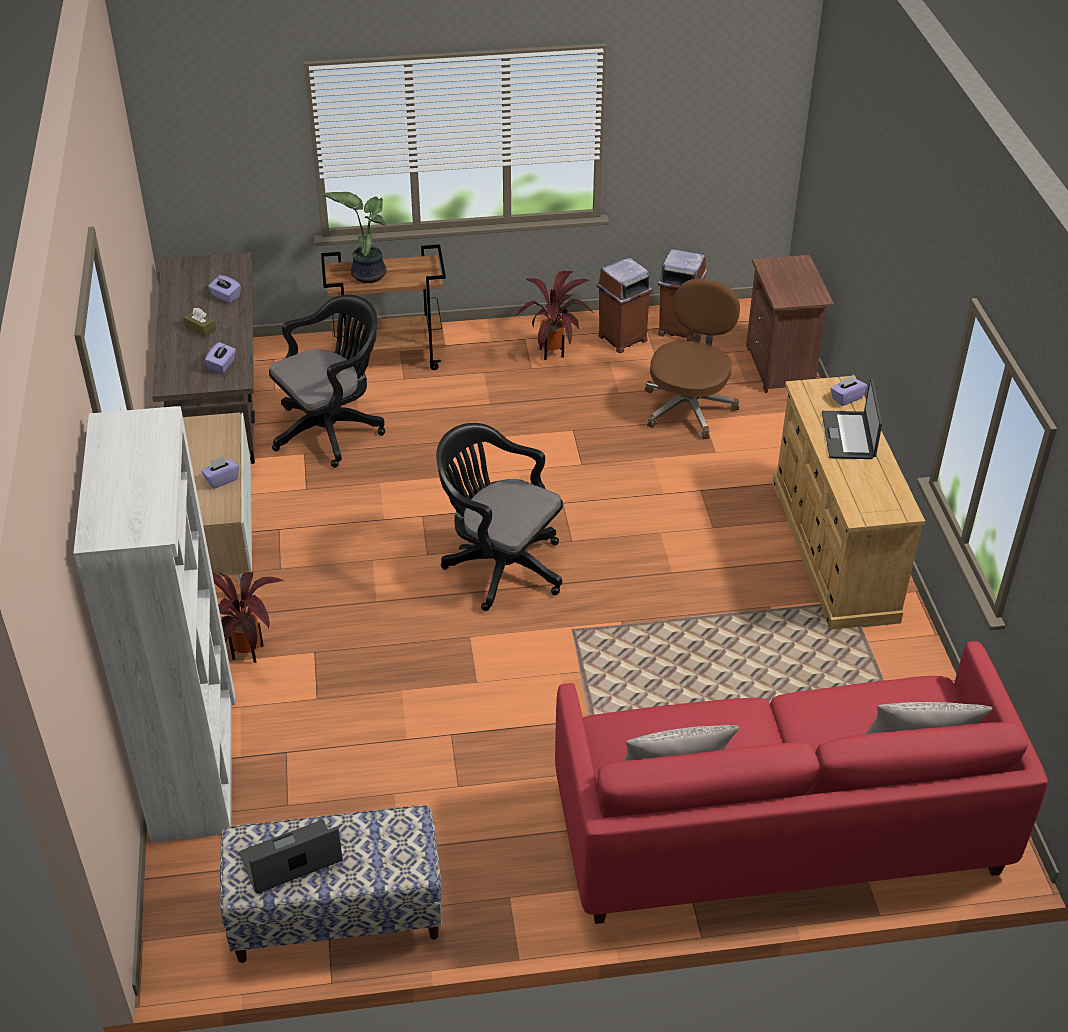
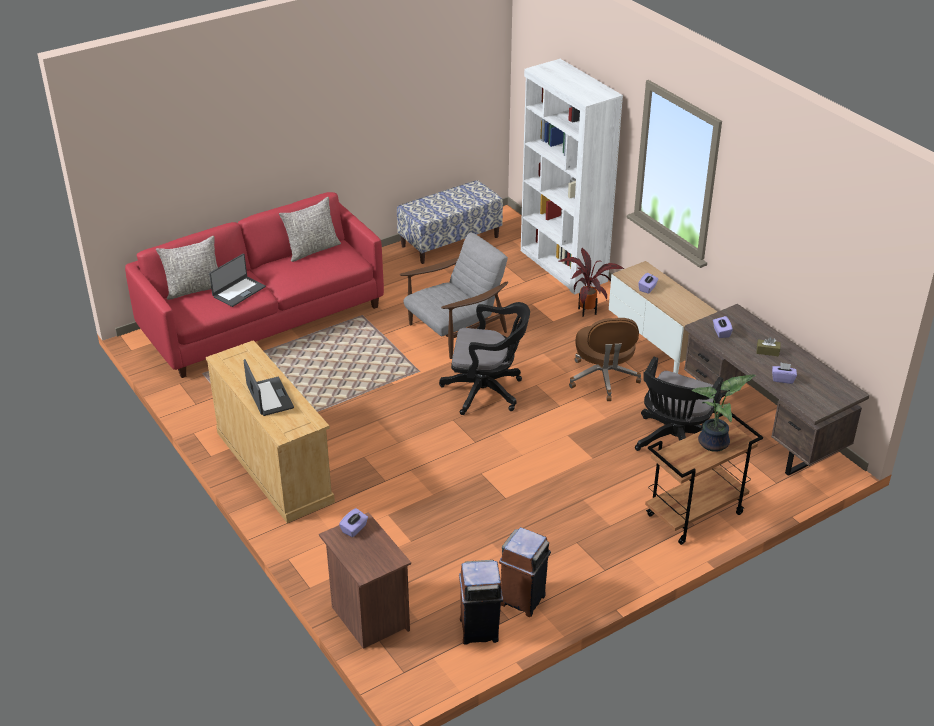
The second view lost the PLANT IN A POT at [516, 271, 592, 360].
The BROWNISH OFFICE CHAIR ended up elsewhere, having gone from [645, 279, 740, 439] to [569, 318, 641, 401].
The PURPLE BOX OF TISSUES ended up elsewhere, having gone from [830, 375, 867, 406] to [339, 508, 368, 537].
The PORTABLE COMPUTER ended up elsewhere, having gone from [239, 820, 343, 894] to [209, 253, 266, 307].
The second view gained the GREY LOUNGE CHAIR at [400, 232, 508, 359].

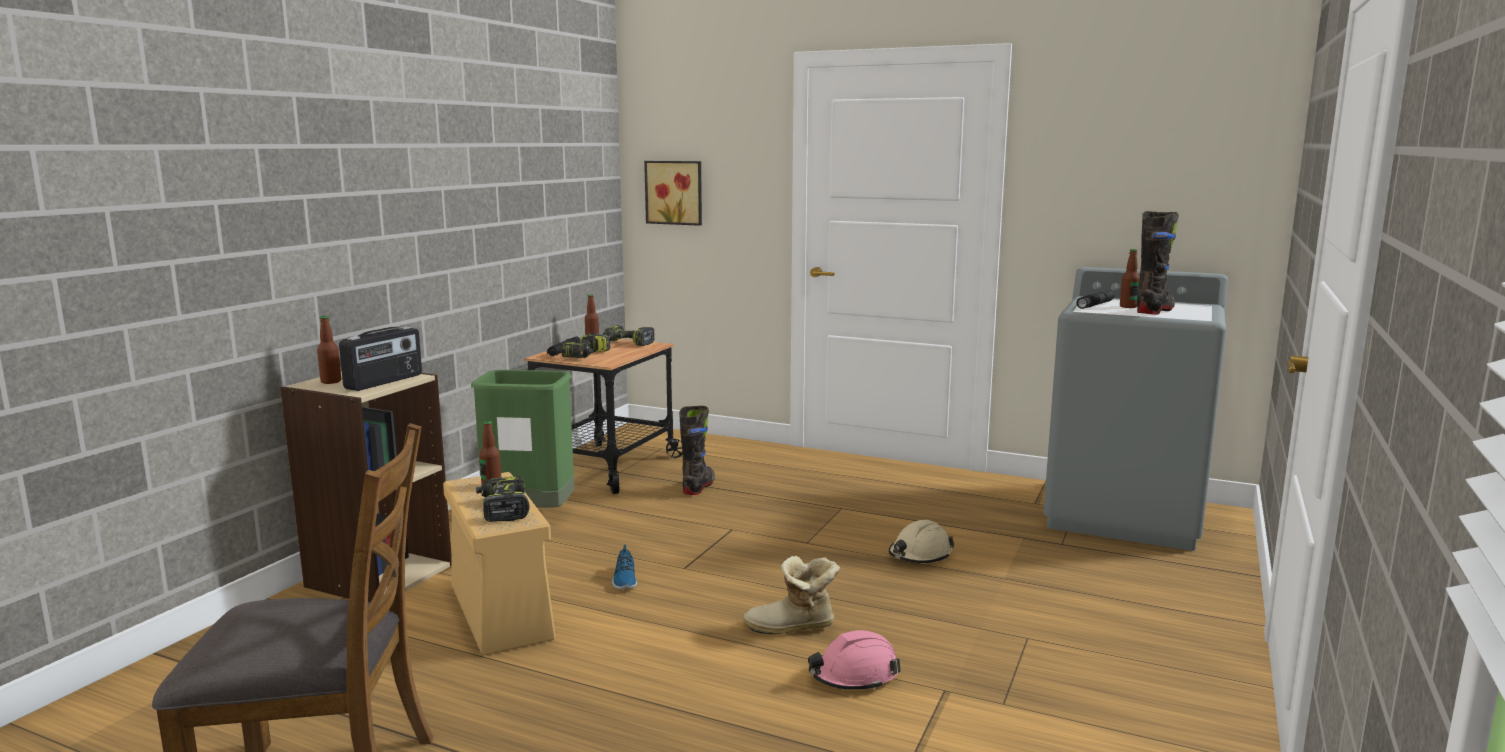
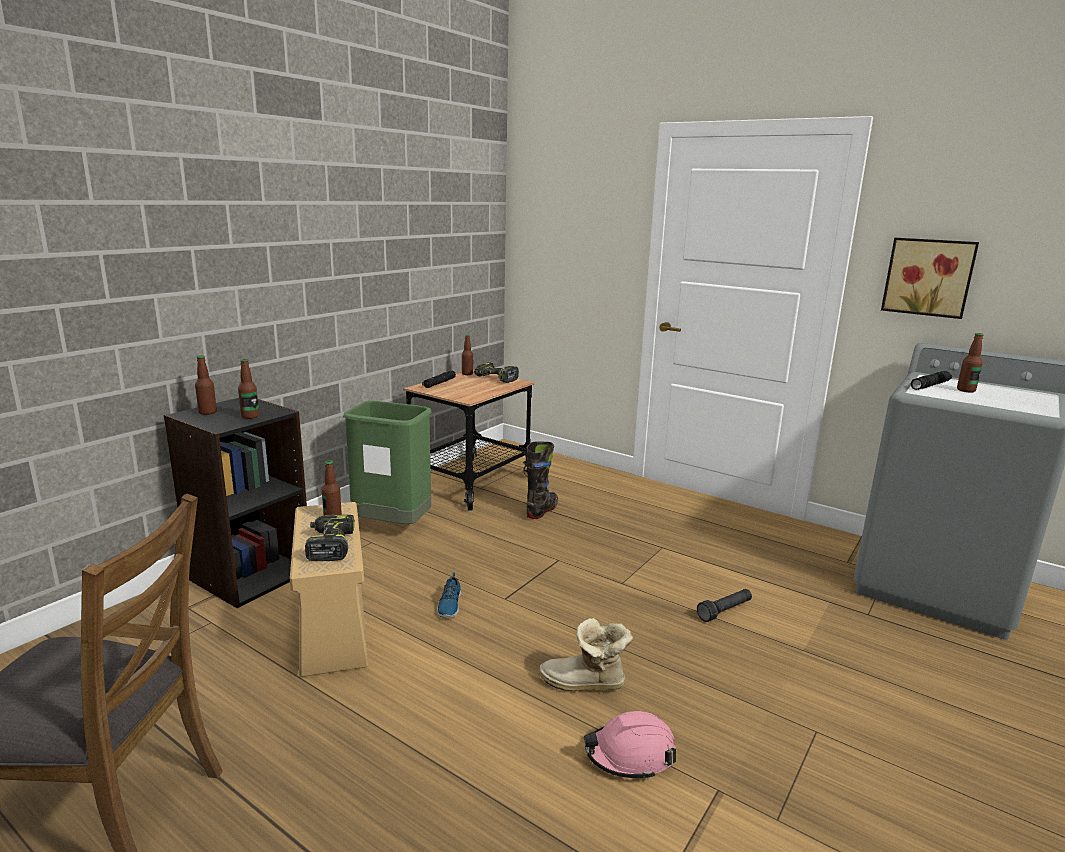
The WALL ART ended up elsewhere, having gone from [644, 161, 702, 226] to [881, 238, 979, 319].
The second view lost the BLACK-COLOURED TALL BOOT at [1137, 211, 1179, 315].
Where the RADIO SET stood at [339, 326, 422, 391], the DRINK BOTTLE came to stand at [238, 359, 259, 419].
The second view lost the DRILL at [560, 333, 610, 358].
What was the SAND-COLOURED BOOKCASE at [280, 371, 452, 602] turned into the BLACK-COLOURED BOOKCASE at [164, 398, 307, 608].
Where the SAND-COLOURED HARD HAT stood at [888, 520, 954, 563], the BLACK-COLOURED HAND TORCH came to stand at [697, 589, 752, 622].

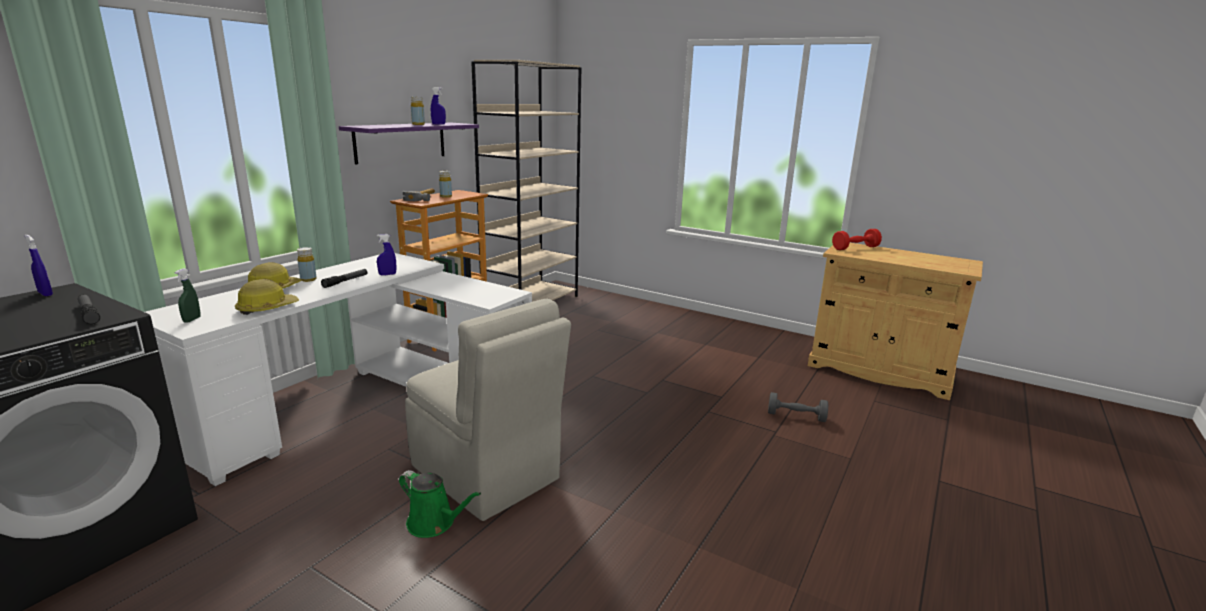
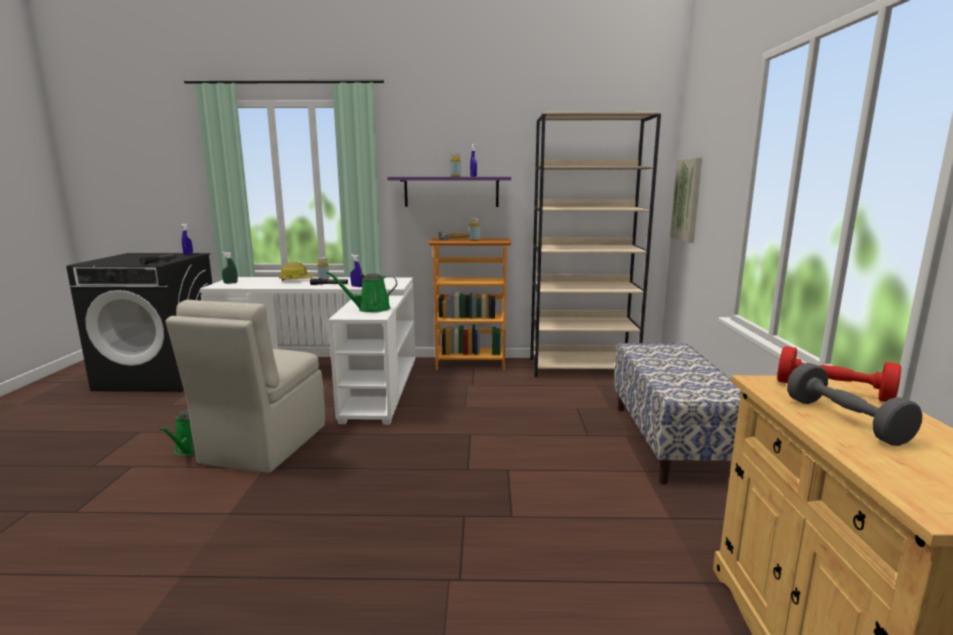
The second view lost the HARD HAT at [235, 279, 299, 315].
The GREY FREE WEIGHT ended up elsewhere, having gone from [768, 392, 828, 422] to [787, 363, 922, 446].
The second view gained the WALL ART at [670, 158, 702, 243].
The second view gained the GREENISH SPRINKLING CAN at [326, 272, 397, 312].
The second view gained the INDOOR BENCH at [614, 343, 741, 484].

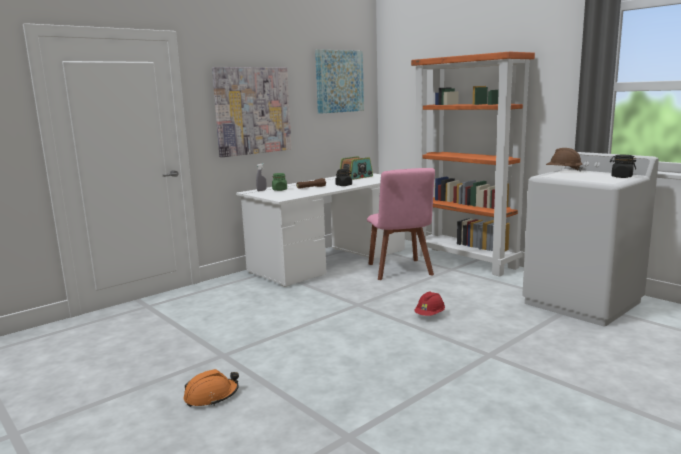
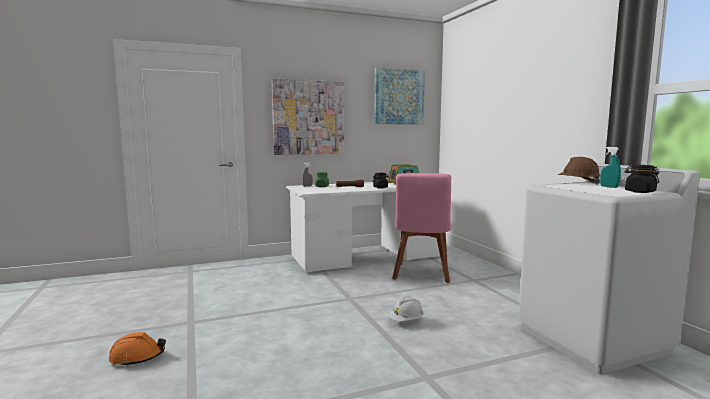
The second view lost the ORANGE-COLOURED BOOKCASE at [411, 52, 535, 276].
What was the RED HARD HAT at [414, 291, 445, 316] turned into the WHITE-COLOURED HARD HAT at [389, 296, 424, 321].
The second view gained the TURQUOISE SPRAYER at [600, 147, 621, 188].

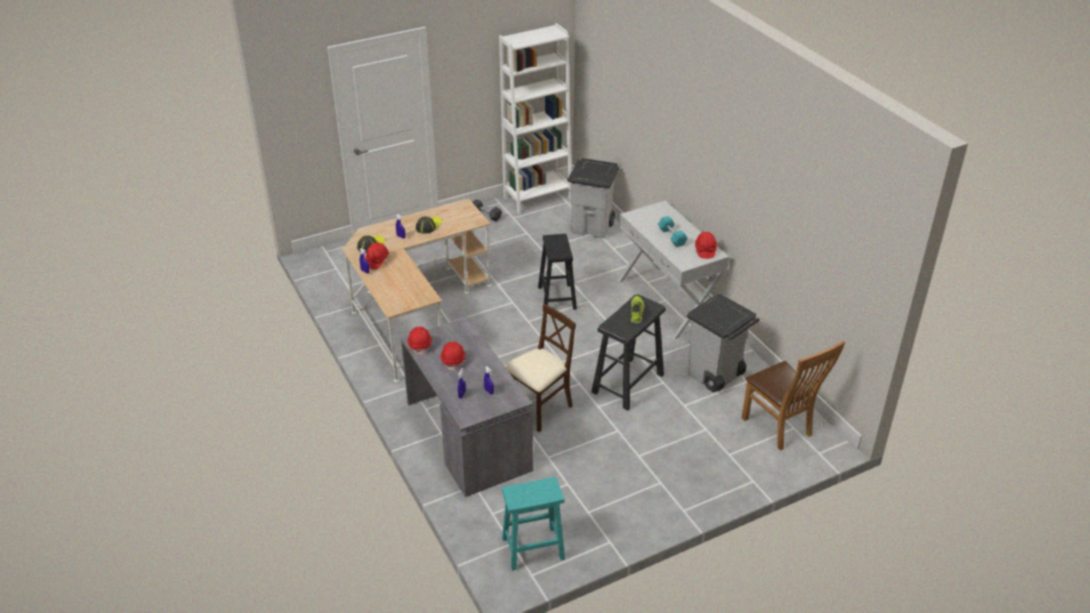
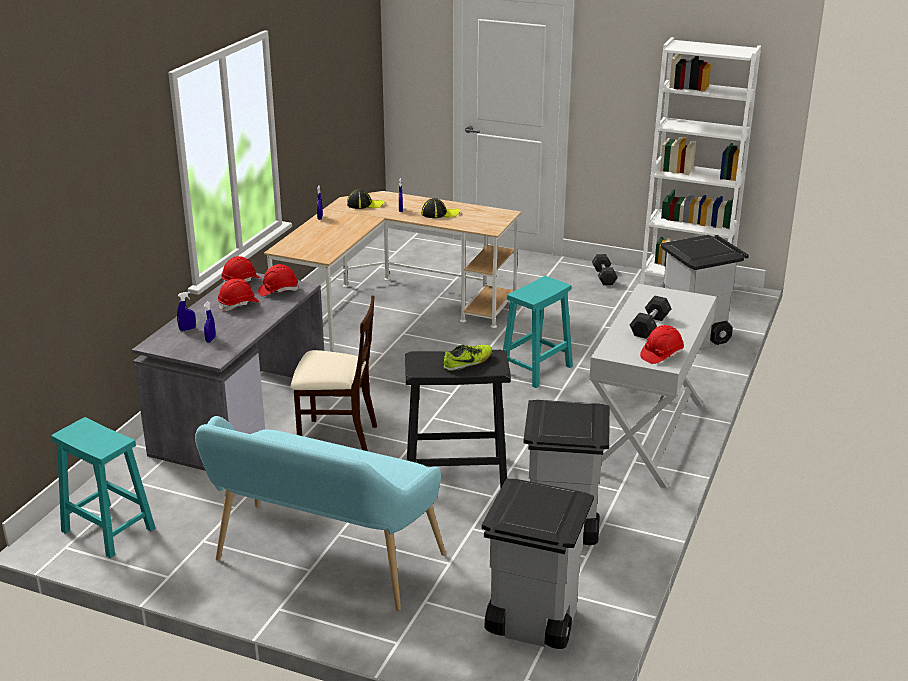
What was the TURQUOISE FREE WEIGHT at [658, 216, 688, 247] turned into the GREY FREE WEIGHT at [630, 296, 671, 339].
What was the BLACK-COLOURED STOOL at [538, 234, 577, 310] turned into the TURQUOISE STOOL at [503, 276, 573, 388].
The RED HARD HAT ended up elsewhere, having gone from [365, 242, 389, 269] to [258, 264, 299, 296].
Where the BROWNISH CHAIR stood at [742, 341, 845, 451], the GREY RUBBISH BIN came to stand at [482, 479, 594, 649].
The second view gained the TURQUOISE INDOOR BENCH at [195, 416, 446, 611].

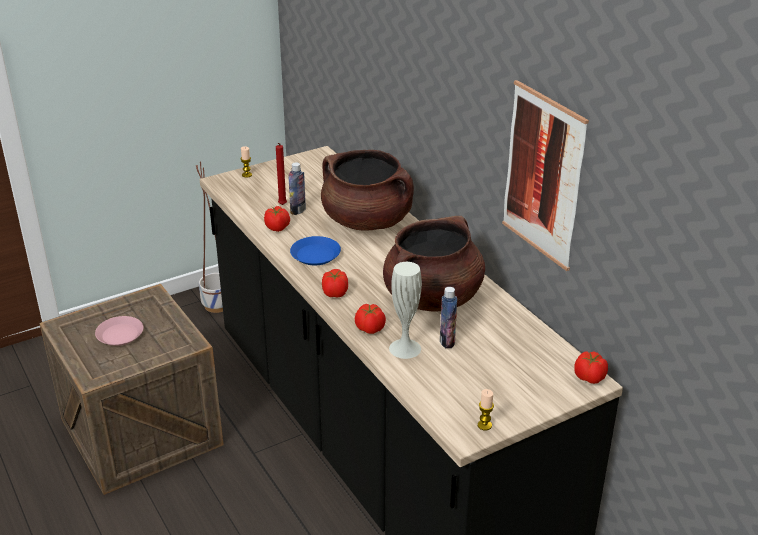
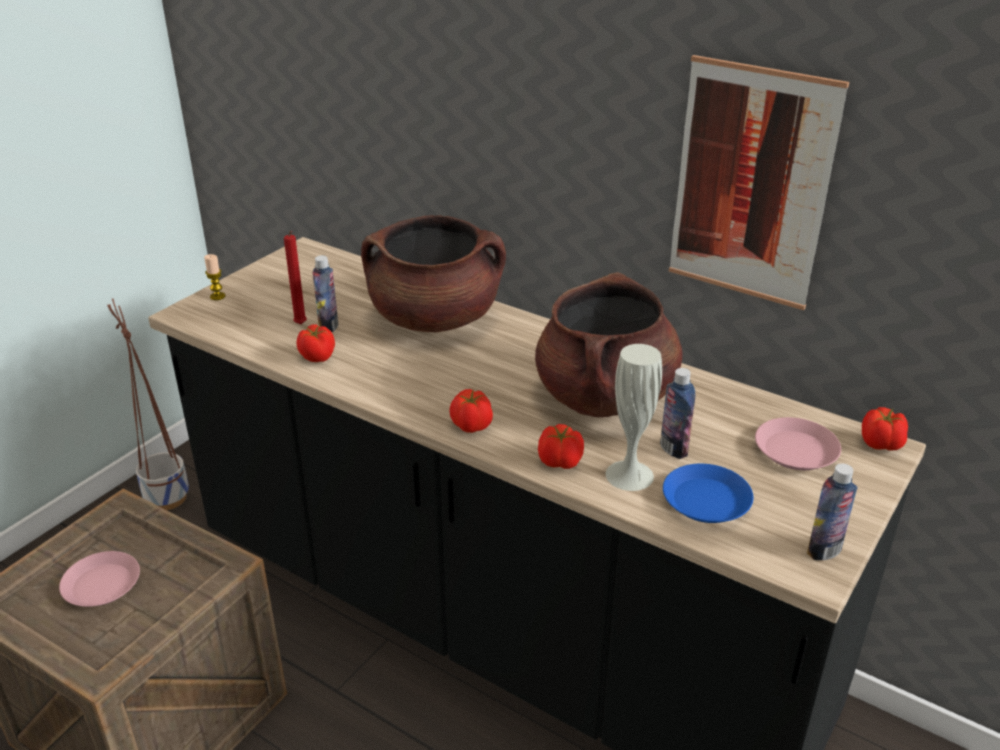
The BLUE PLATE ended up elsewhere, having gone from [290, 236, 341, 265] to [663, 464, 753, 523].
Where the CANDLE stood at [478, 389, 494, 431], the DRINK BOTTLE came to stand at [807, 464, 857, 560].
The second view gained the PINK-COLOURED PLATE at [755, 417, 841, 470].

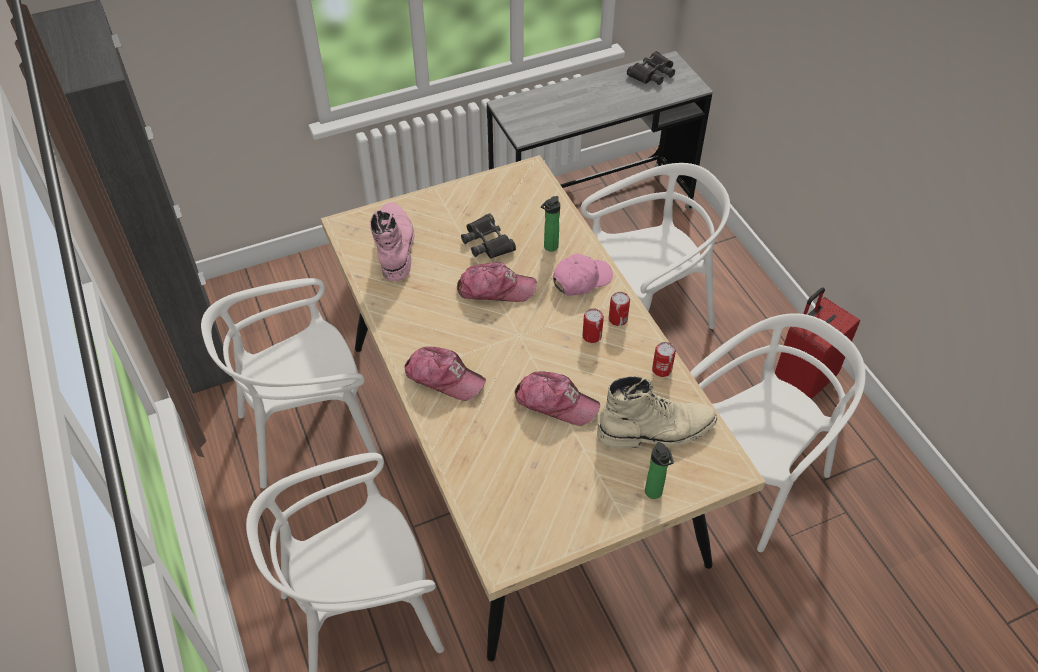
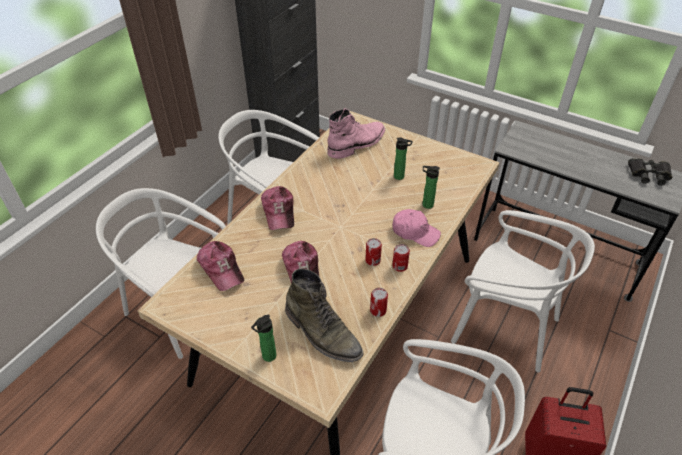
Where the BLACK-COLOURED BINOCULARS stood at [461, 213, 516, 259], the DRINK BOTTLE came to stand at [394, 137, 413, 180].
The CAP ended up elsewhere, having gone from [457, 262, 537, 302] to [197, 241, 244, 291].
What was the SAND-COLOURED TALL BOOT at [597, 376, 717, 449] turned into the GREENISH TALL BOOT at [285, 268, 363, 362].

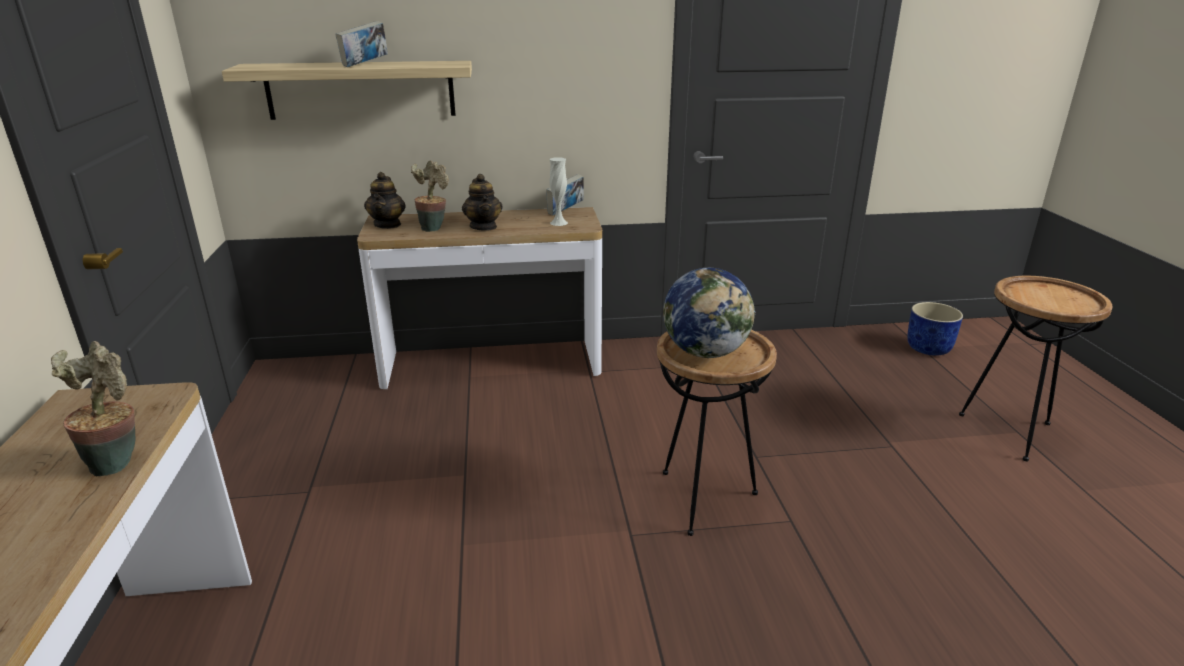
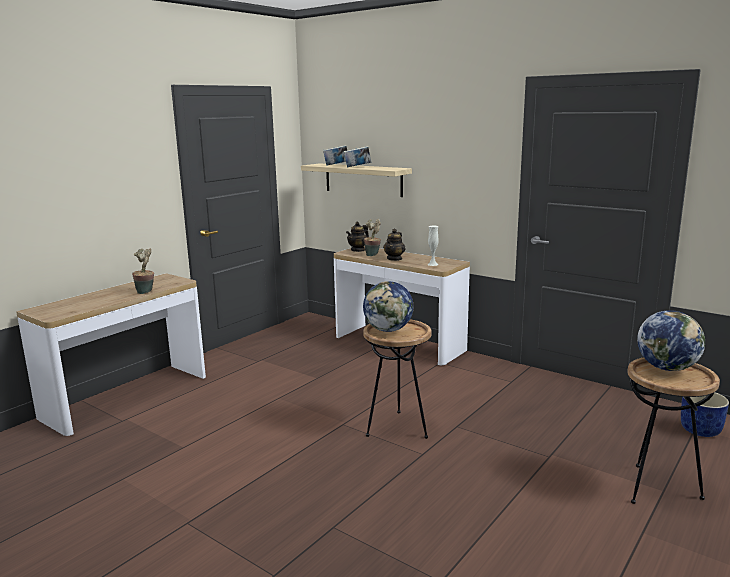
The BOOK ended up elsewhere, having gone from [546, 174, 584, 216] to [323, 145, 348, 166].
The second view gained the WORLD GLOBE at [637, 310, 705, 371].

